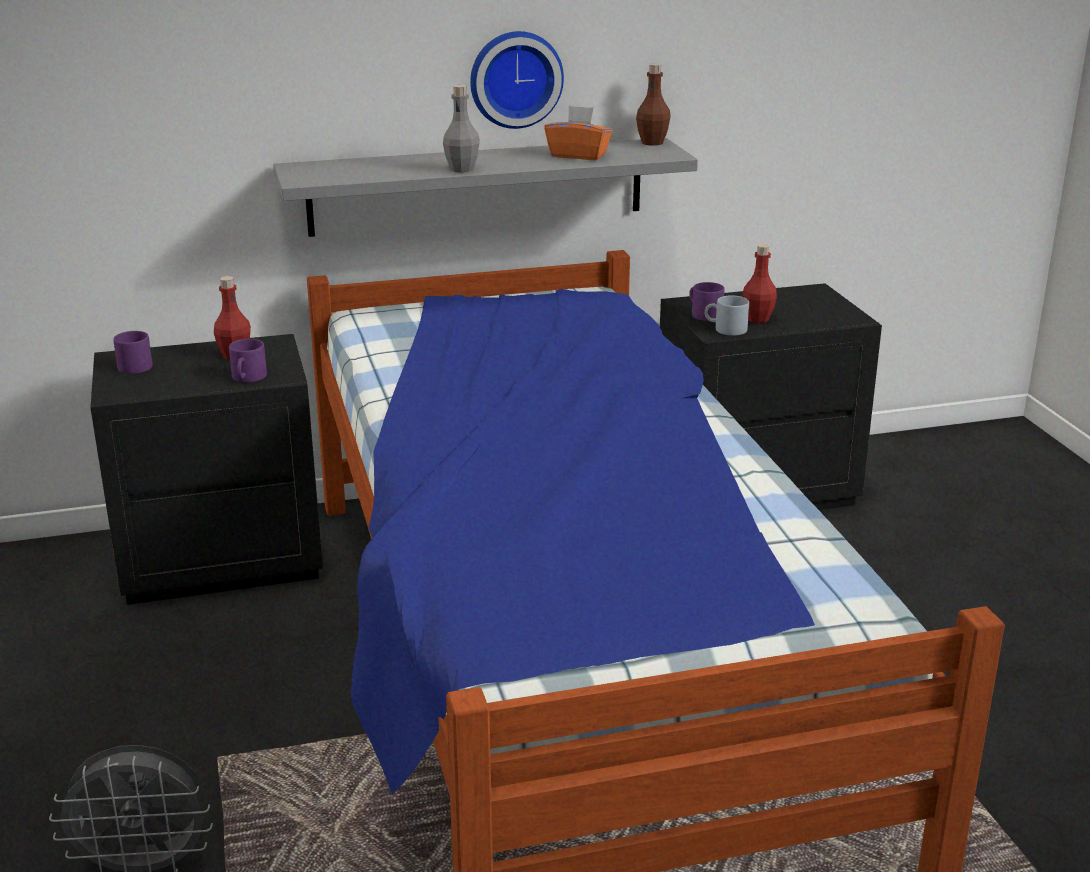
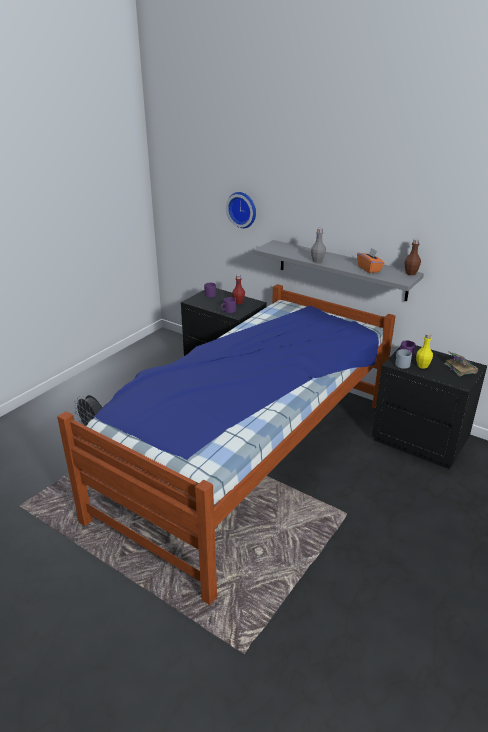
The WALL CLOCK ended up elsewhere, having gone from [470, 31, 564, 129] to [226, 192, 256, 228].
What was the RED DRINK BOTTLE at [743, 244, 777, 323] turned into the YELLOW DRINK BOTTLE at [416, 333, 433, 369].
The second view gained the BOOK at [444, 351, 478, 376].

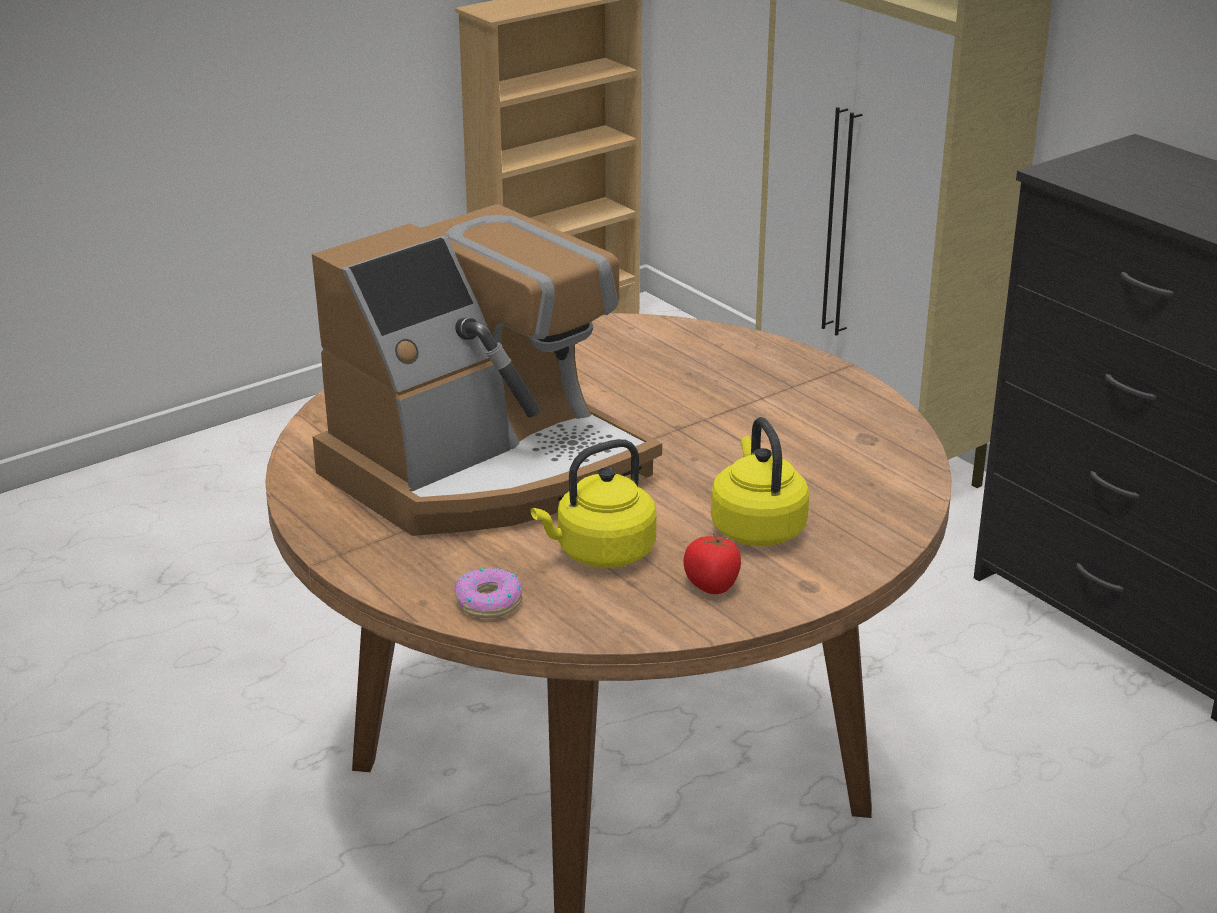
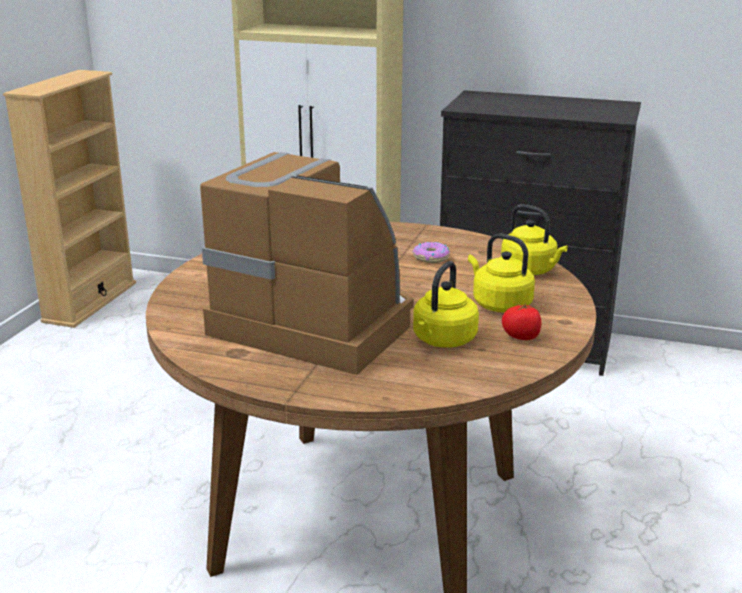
The COFFEE BREWER at [312, 204, 662, 536] ended up facing another way, 75 degrees counterclockwise from before.
The DONUT ended up elsewhere, having gone from [454, 568, 522, 618] to [412, 242, 450, 263].
The second view gained the YELLOW WATER KETTLE at [501, 204, 568, 275].

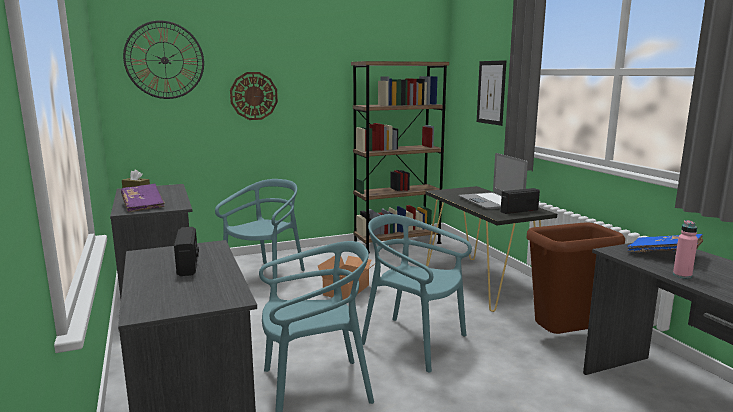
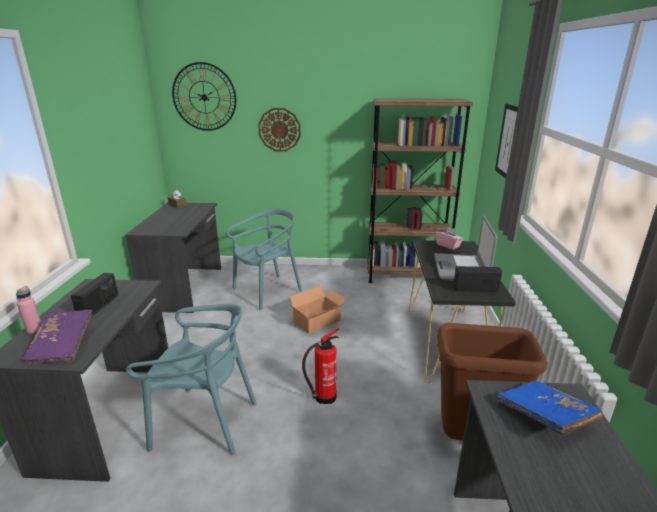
The PURPLE BOOK ended up elsewhere, having gone from [121, 183, 165, 212] to [22, 309, 93, 365].
Where the TURQUOISE CHAIR stood at [361, 214, 472, 373], the FIRE-FIGHTING CYLINDER came to stand at [302, 328, 339, 404].
The PINK-COLOURED DRINK BOTTLE ended up elsewhere, having gone from [673, 220, 698, 279] to [16, 286, 42, 335].
The second view gained the PINK-COLOURED BOX OF TISSUES at [435, 226, 463, 250].

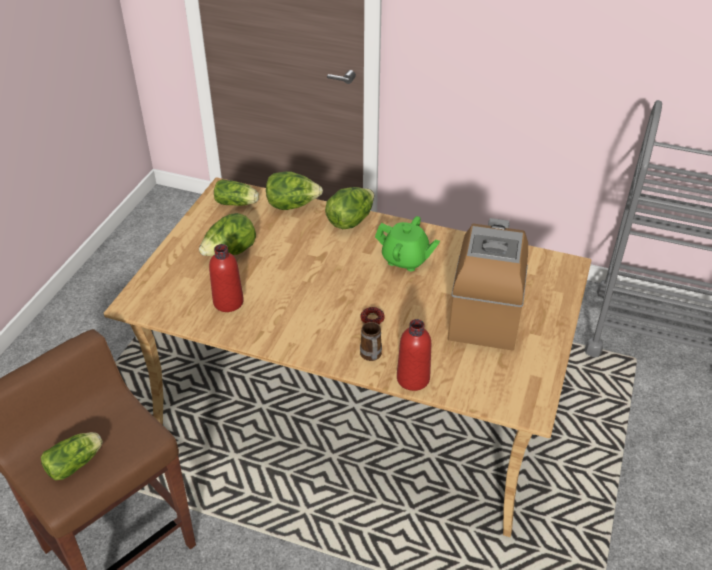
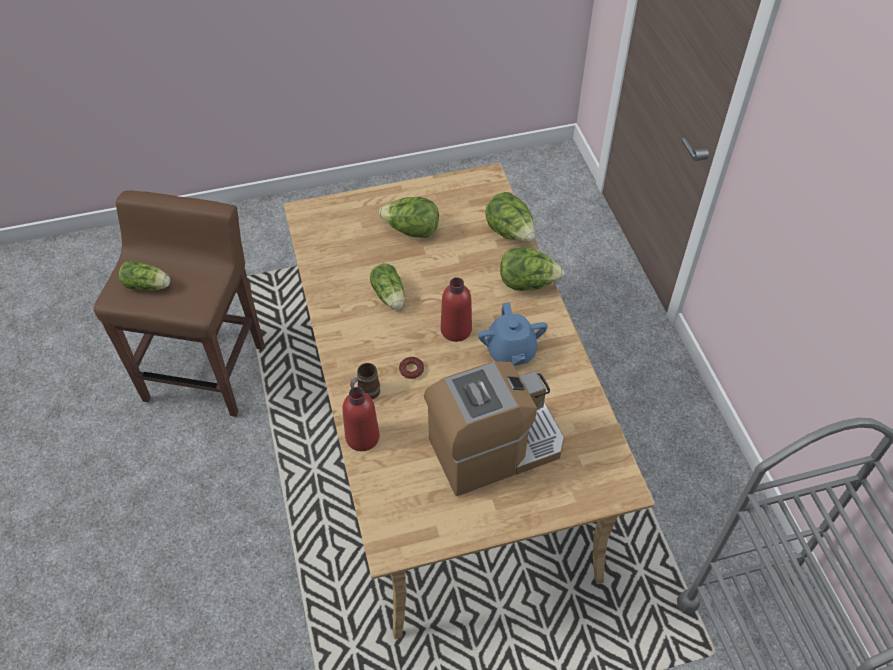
The LETTUCE HEAD ended up elsewhere, having gone from [214, 179, 259, 206] to [370, 263, 405, 310].
What was the GREENISH TEA POT at [375, 216, 440, 271] turned into the BLUE TEA POT at [478, 303, 548, 365].
The RED DRINK BOTTLE ended up elsewhere, having gone from [209, 244, 244, 312] to [441, 277, 472, 342].

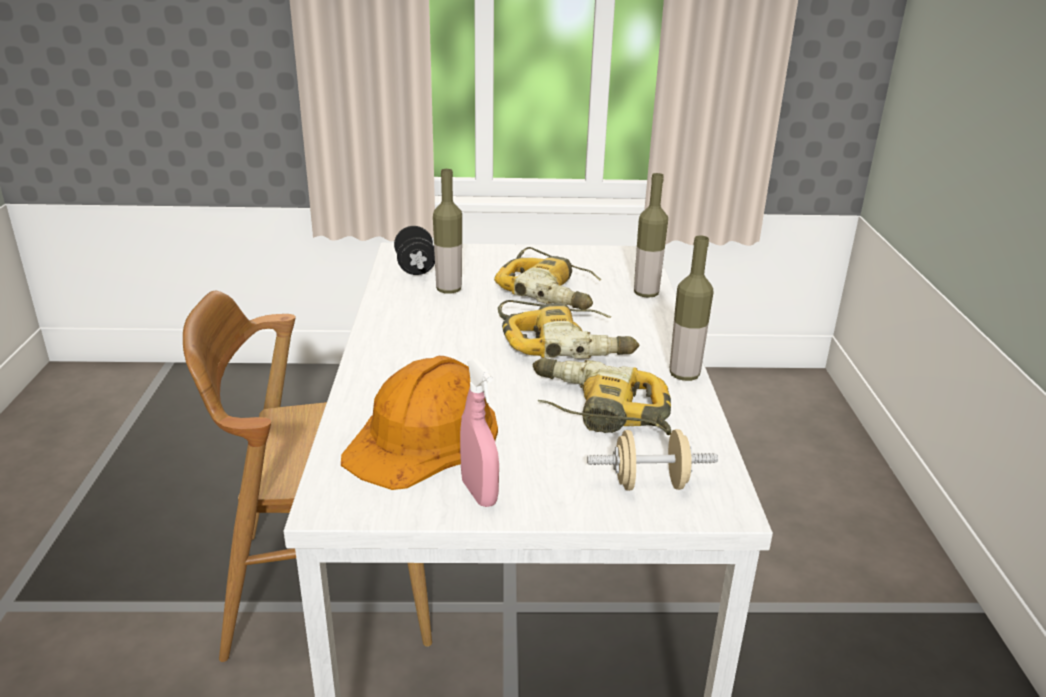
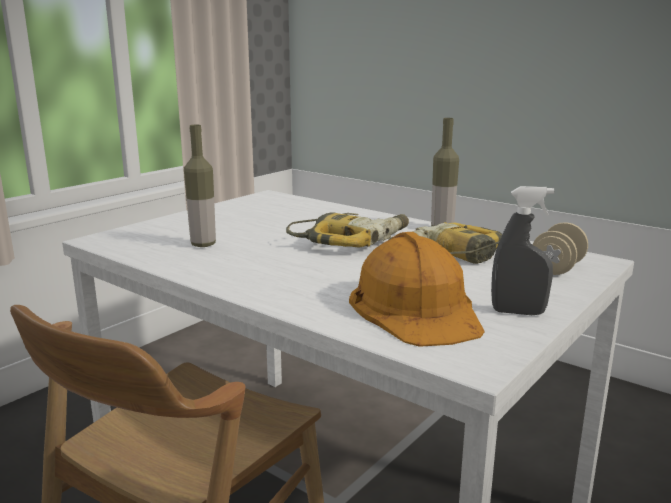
The second view lost the DRINK BOTTLE at [634, 173, 668, 298].
The second view lost the BLACK-COLOURED FREE WEIGHT at [394, 226, 435, 275].
The second view lost the DRILL at [494, 247, 601, 309].
What was the PINK-COLOURED SPRAYER at [460, 359, 499, 507] turned into the GREY SPRAYER at [491, 186, 554, 315].

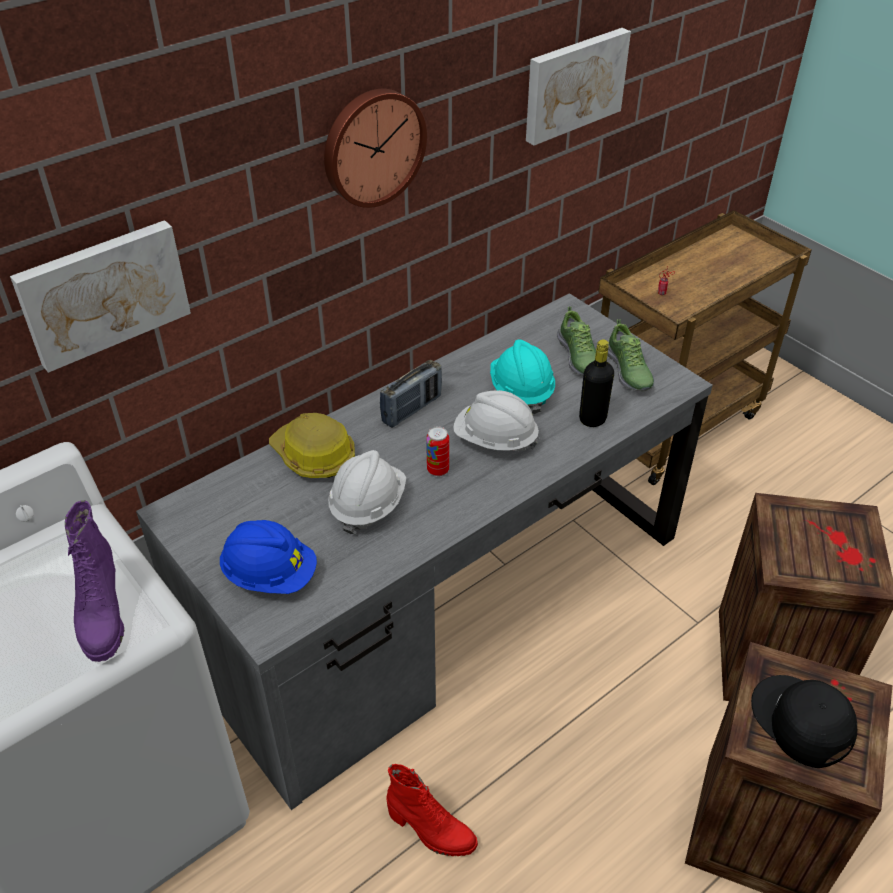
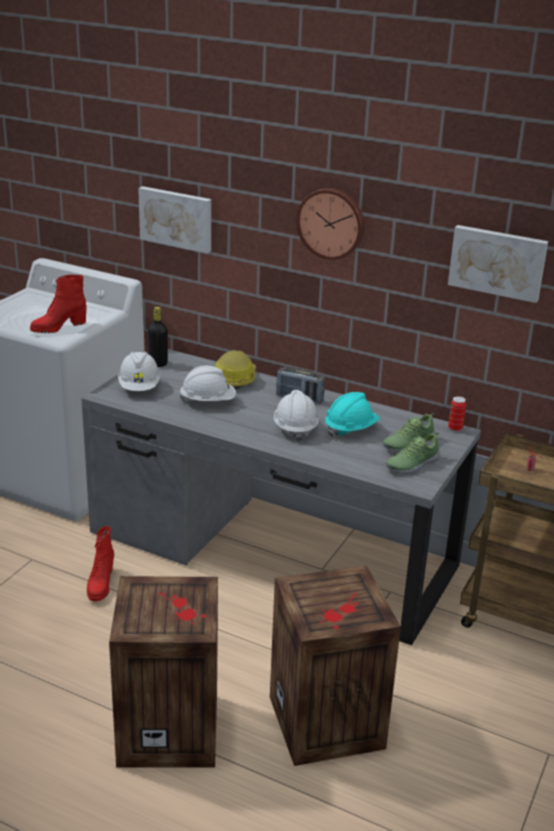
The BLACK-COLOURED DRINK BOTTLE ended up elsewhere, having gone from [579, 340, 614, 427] to [148, 307, 168, 367].
The SEALED CAN ended up elsewhere, having gone from [426, 426, 449, 476] to [448, 396, 466, 432].
What was the PURPLE TALL BOOT at [65, 501, 124, 662] turned into the RED TALL BOOT at [30, 275, 87, 333].
What was the BLUE HARD HAT at [220, 520, 317, 594] turned into the WHITE-COLOURED HARD HAT at [118, 352, 161, 391].
The second view lost the BLACK-COLOURED CAP at [751, 675, 857, 768].

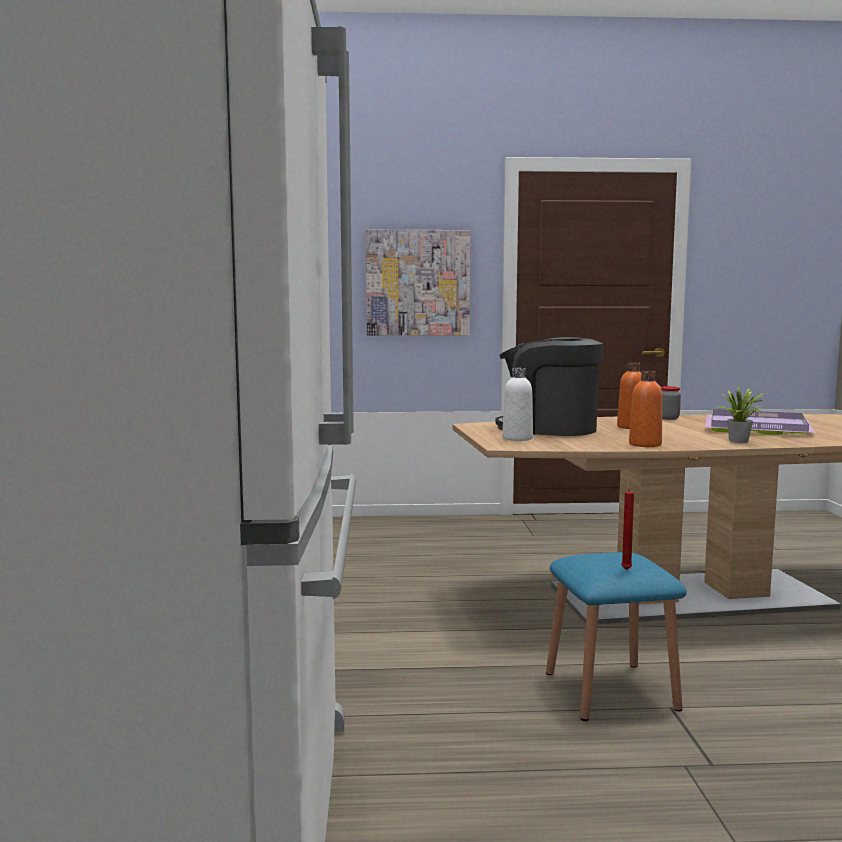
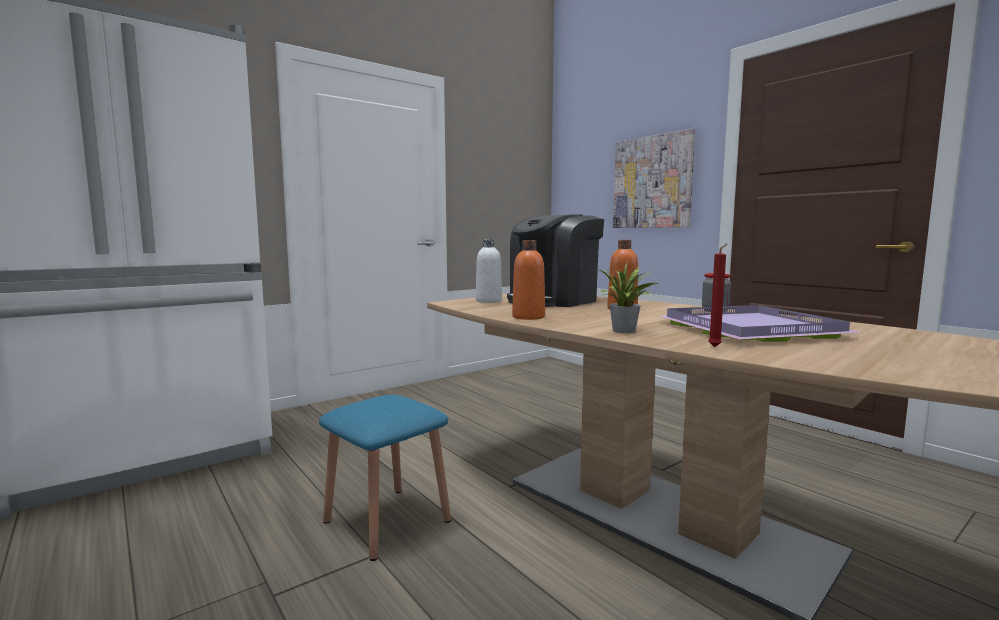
The COFFEE BREWER at [495, 337, 603, 436] ended up facing another way, 120 degrees counterclockwise from before.
The RED CANDLE ended up elsewhere, having gone from [621, 482, 634, 570] to [708, 243, 727, 347].

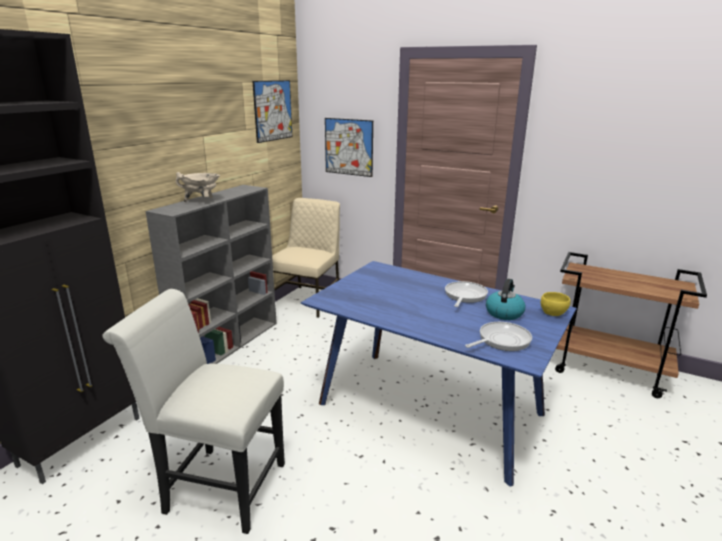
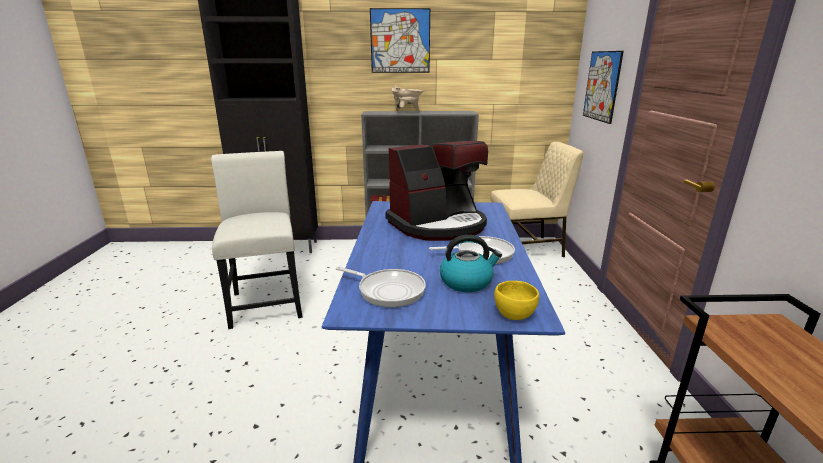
The WALL ART ended up elsewhere, having gone from [252, 80, 292, 143] to [370, 8, 430, 73].
The second view gained the COFFEE BREWER at [385, 141, 488, 241].

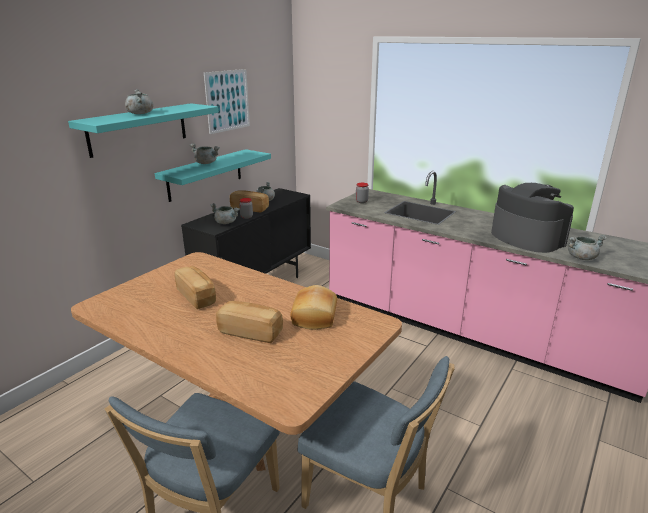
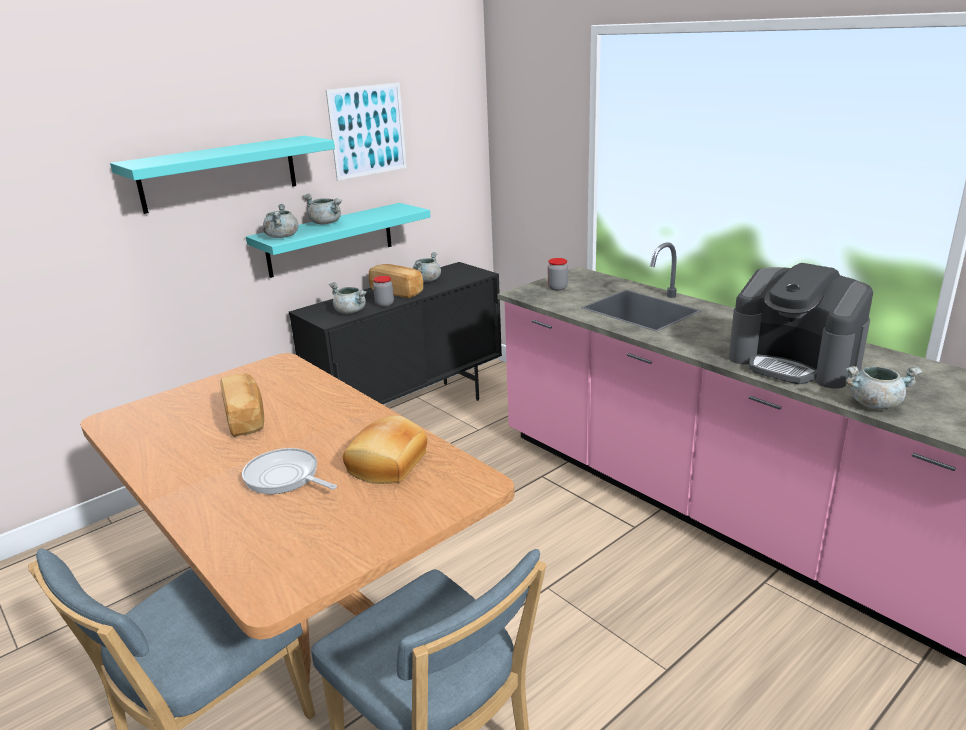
The GREY STOCKPOT ended up elsewhere, having gone from [125, 89, 153, 114] to [263, 204, 298, 238].
The COFFEE BREWER at [491, 183, 574, 253] ended up facing another way, 150 degrees clockwise from before.
Where the BAKED BREAD stood at [216, 301, 283, 343], the SKILLET came to stand at [242, 448, 337, 494].

